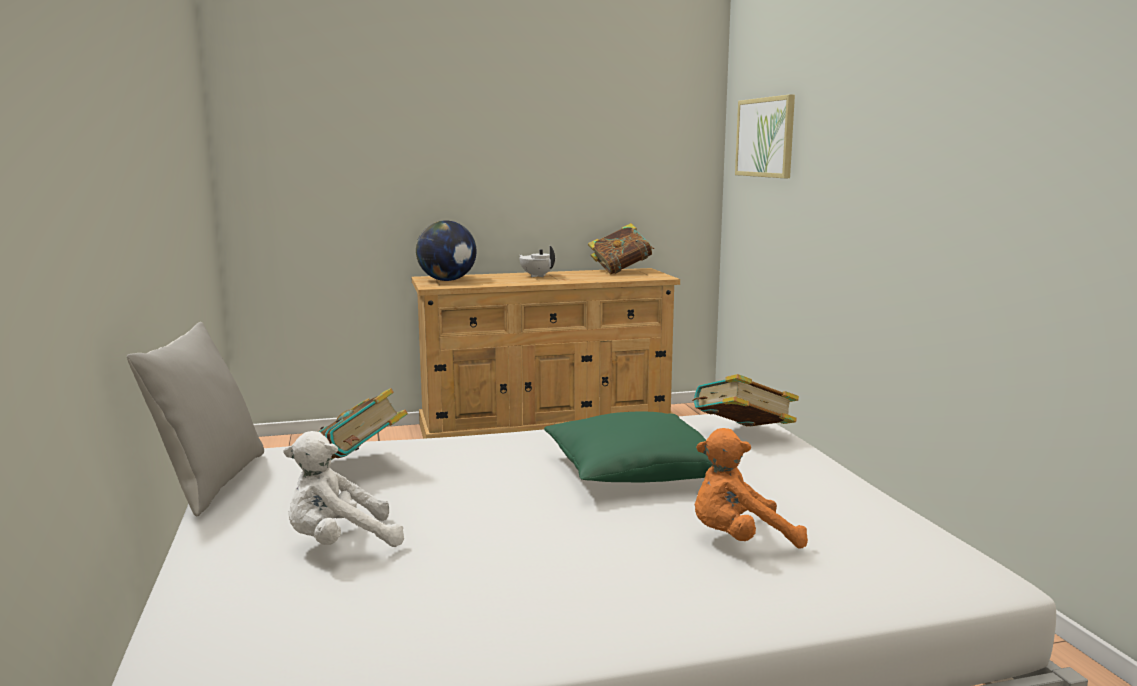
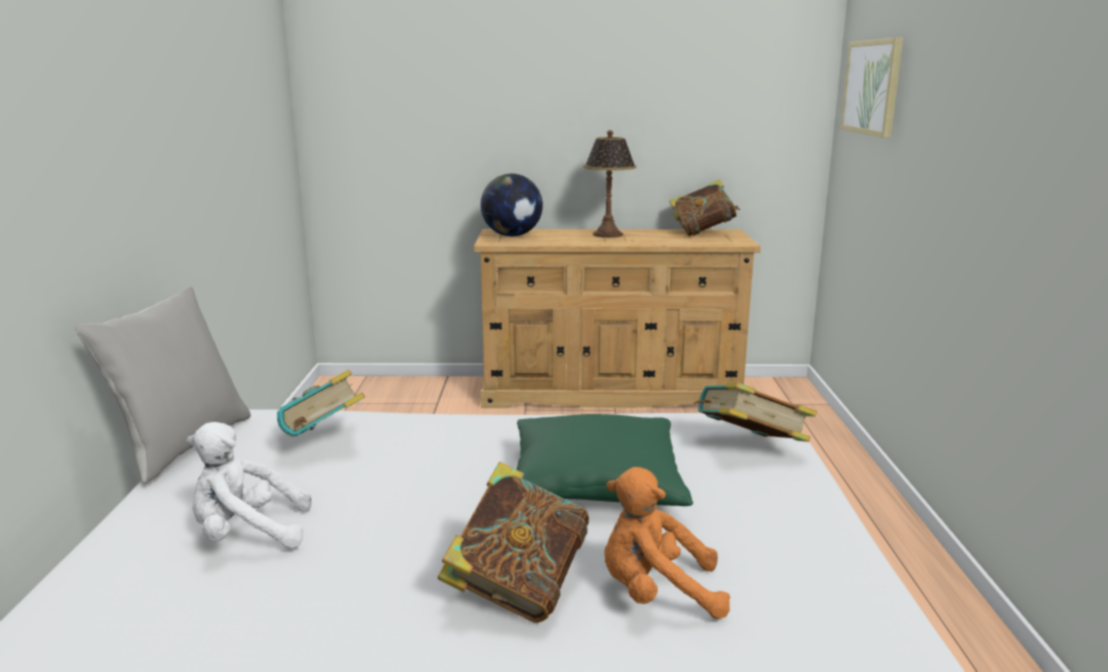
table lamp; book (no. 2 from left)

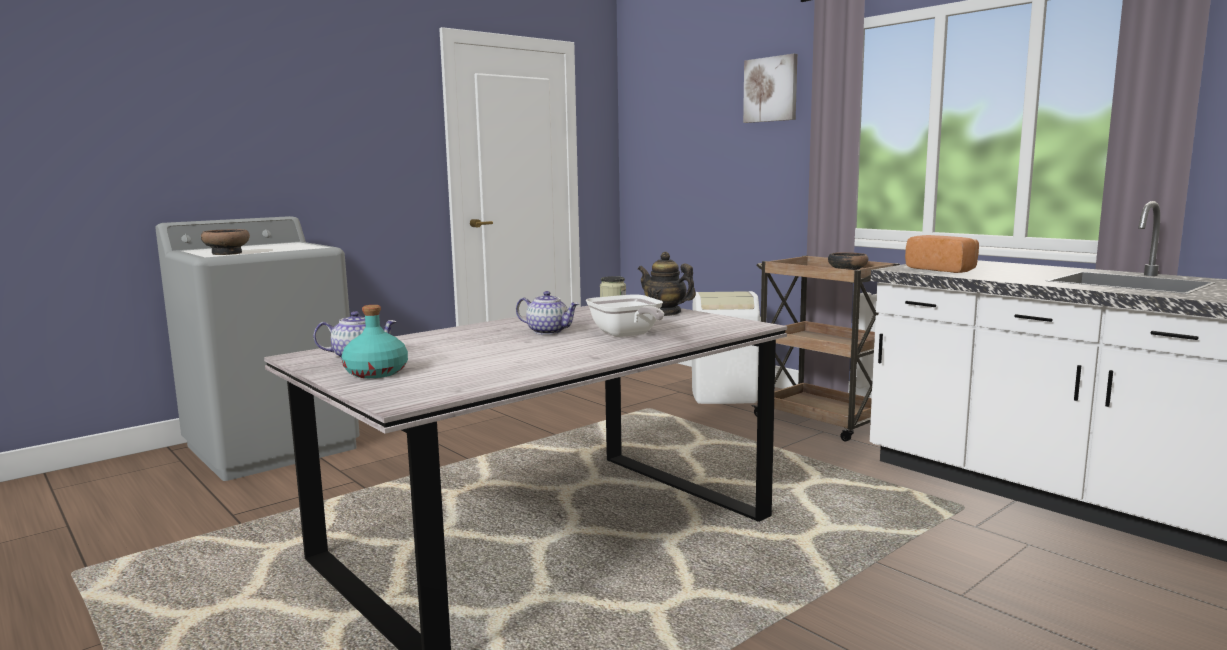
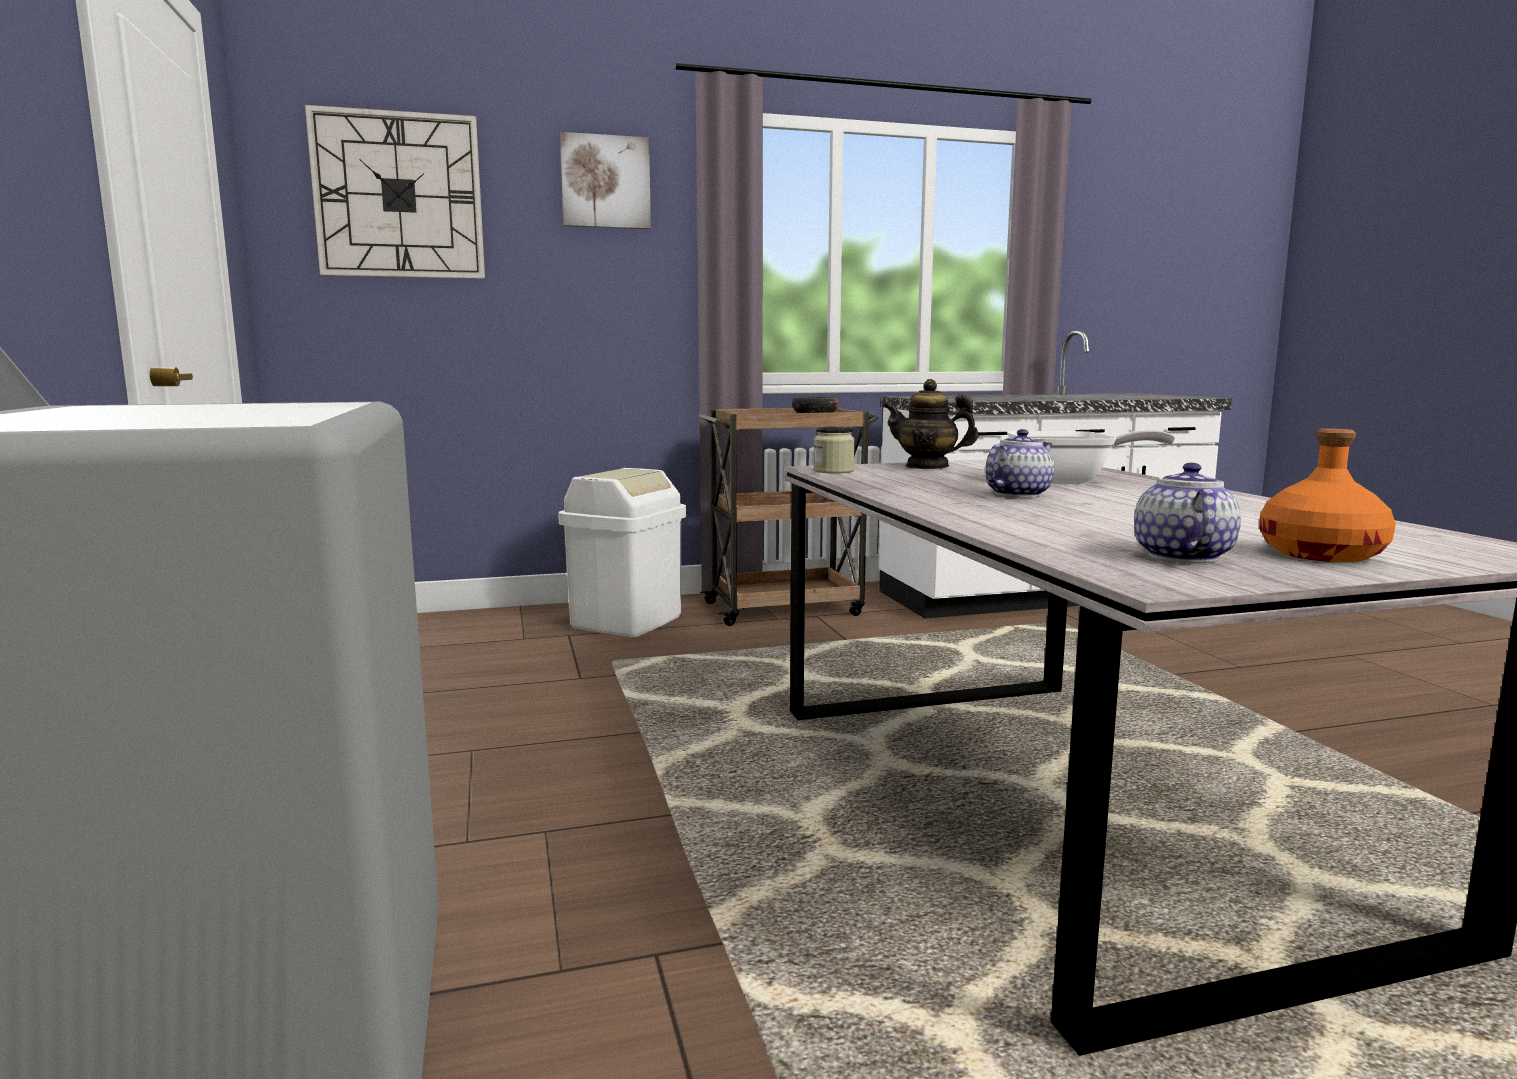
bowl (no. 1 from left in the first image); orange bottle; teapot (no. 1 from left); bread; wall clock

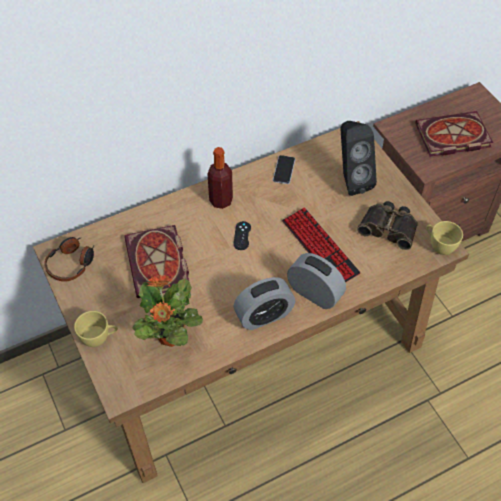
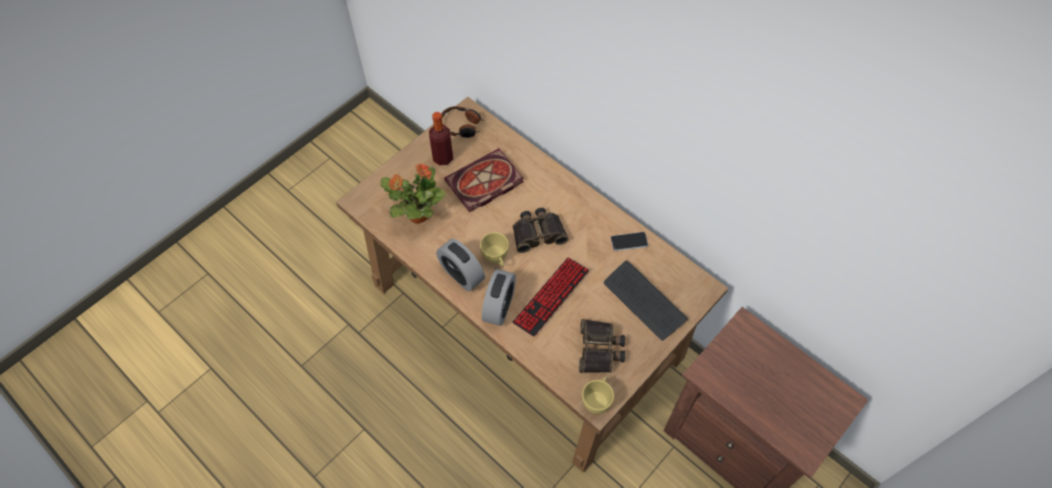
yellow cup (no. 1 from left); bottle; binoculars (no. 1 from left); keyboard (no. 2 from left); book (no. 2 from left in the first image)

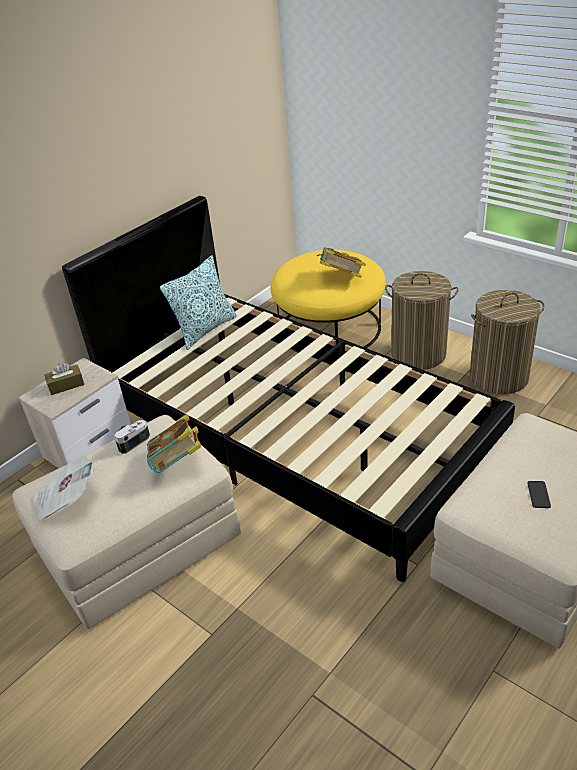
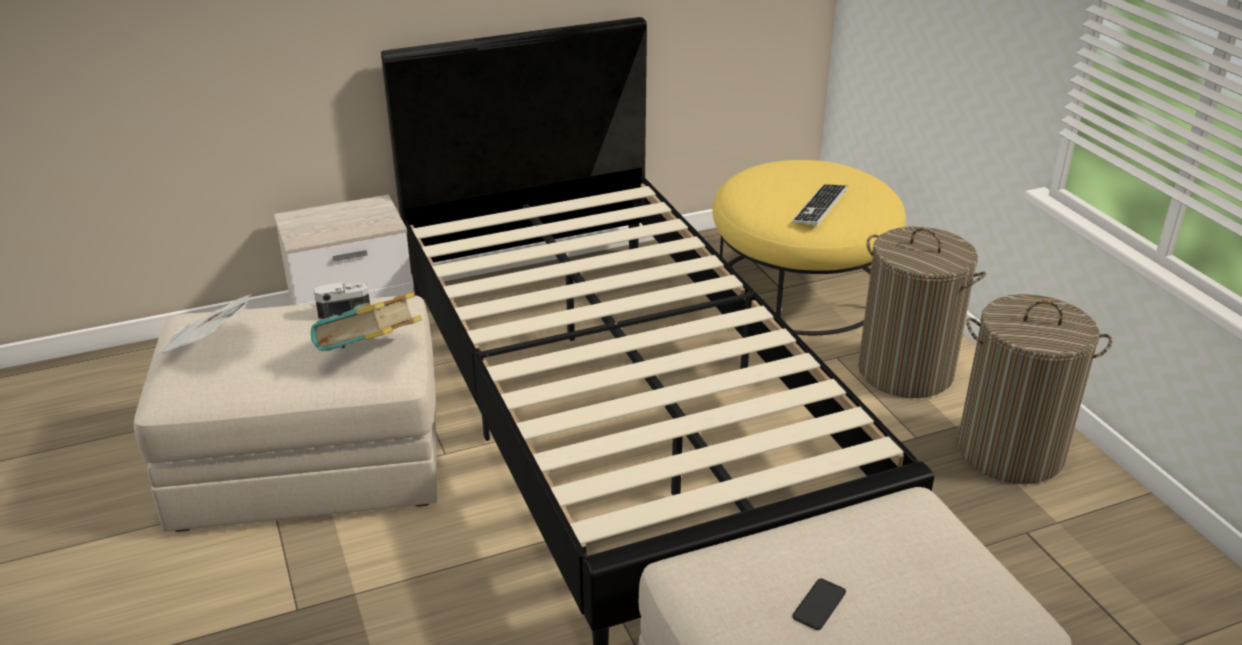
brown tissue box; pillow; keyboard

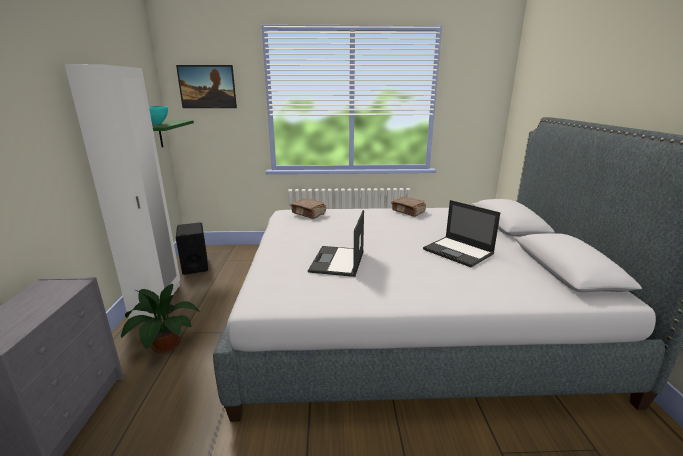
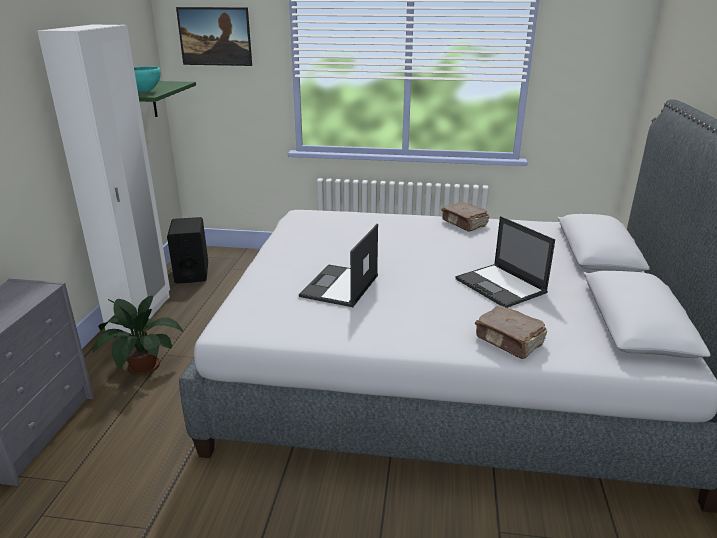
brown book (no. 2 from left)

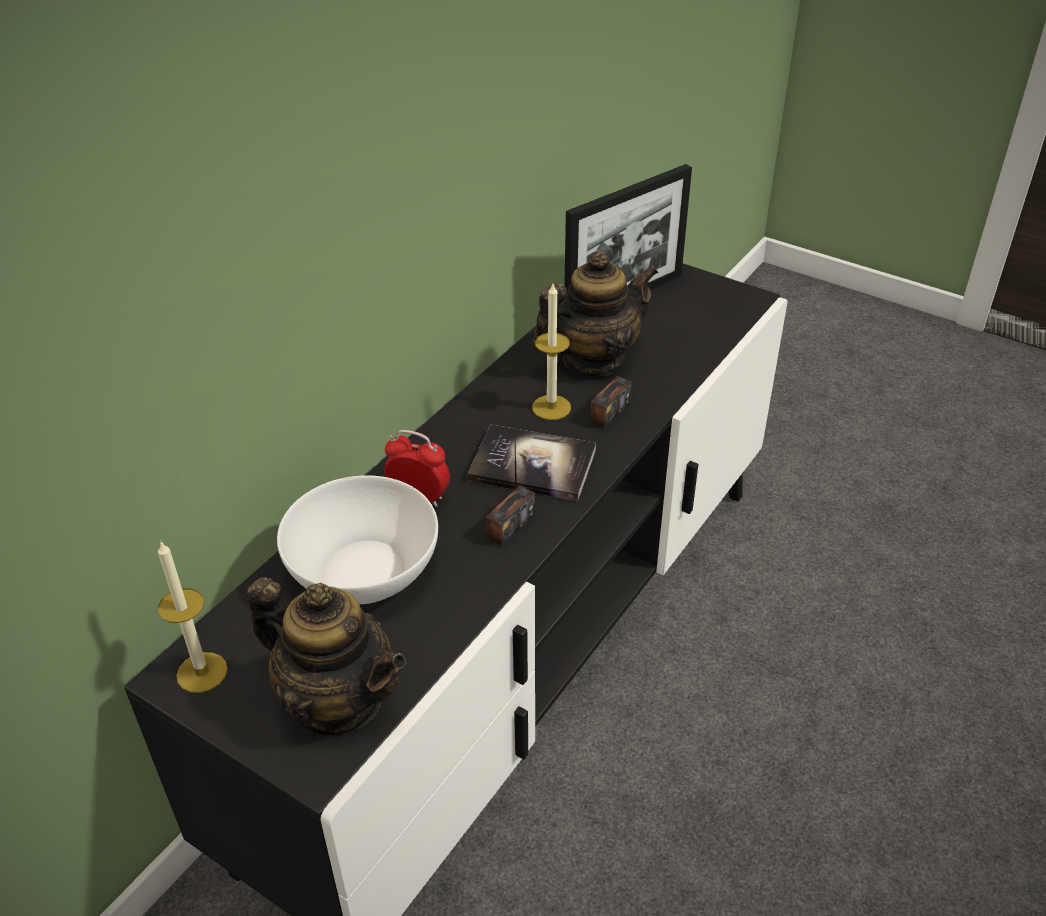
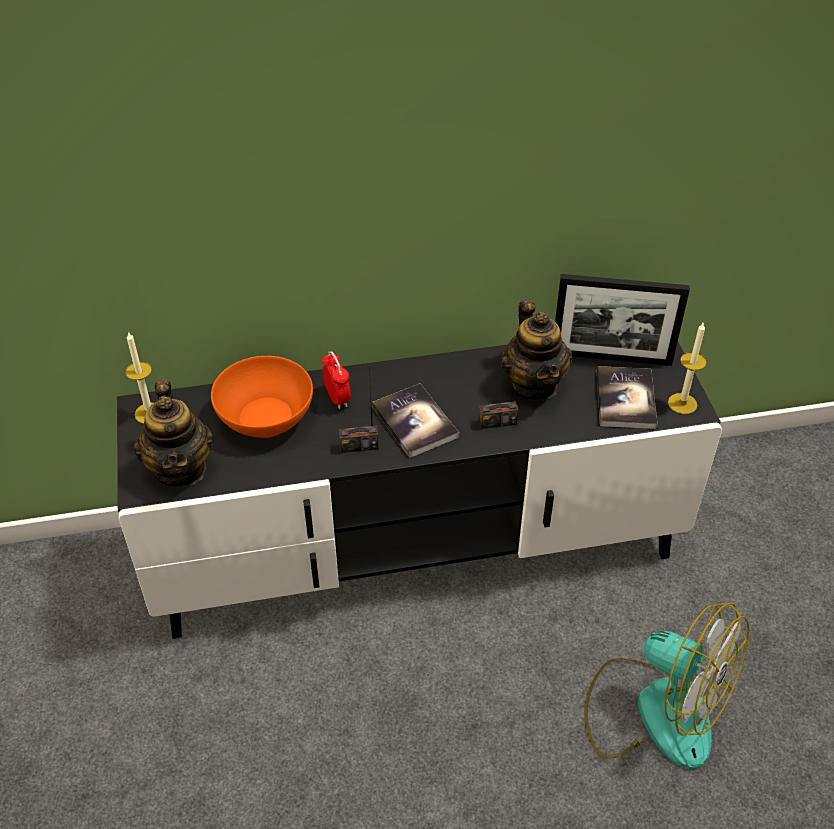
orange bowl; candle (no. 2 from left); teapot (no. 2 from left); fan; book (no. 2 from left)

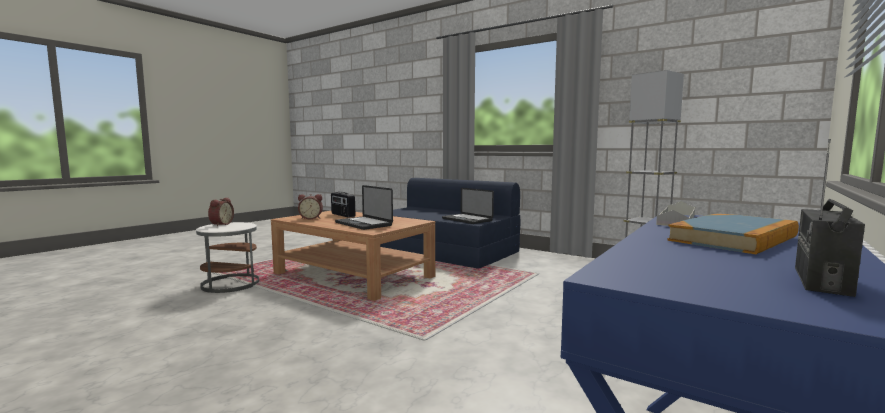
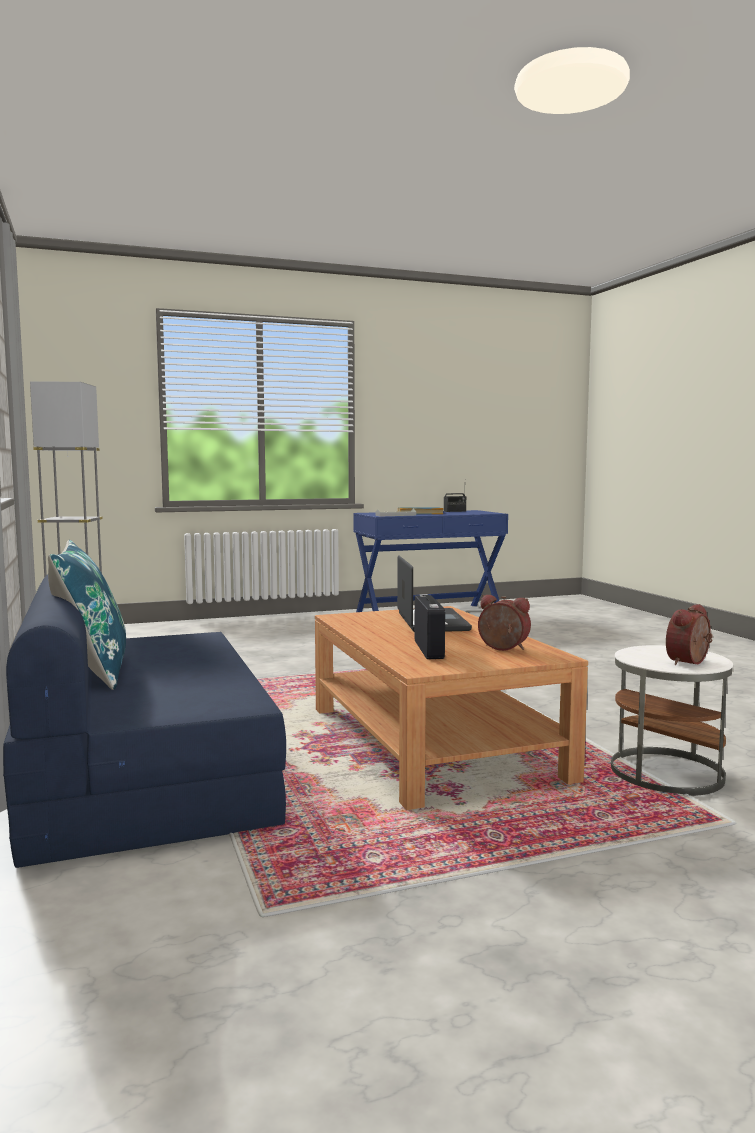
laptop (no. 2 from left in the first image); blue pillow

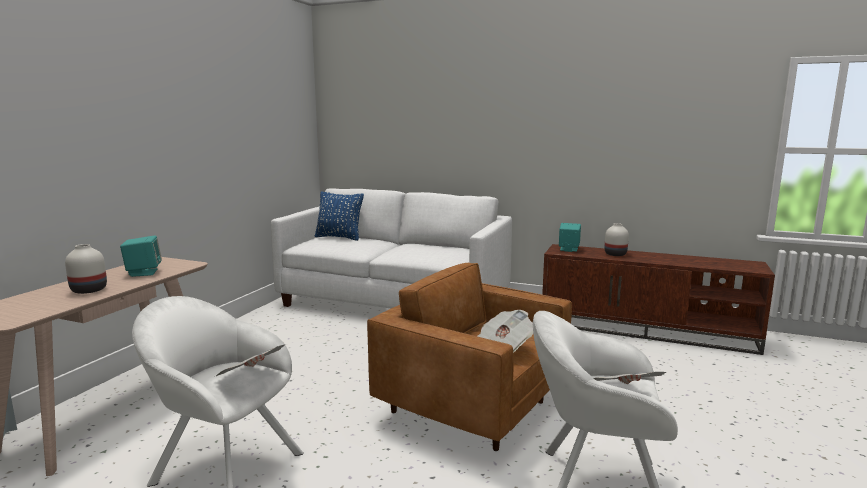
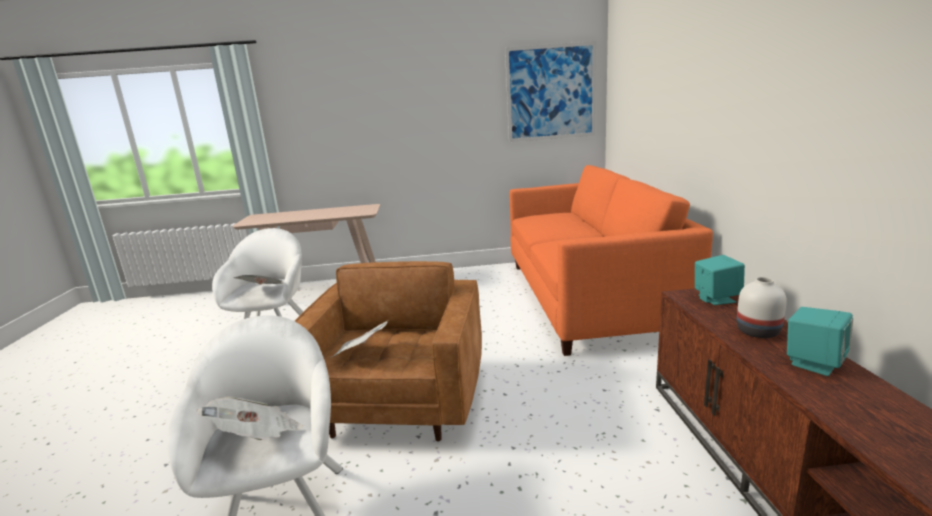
white vase (no. 1 from left in the first image); turquoise speaker (no. 2 from left); orange sofa; blue pillow; picture

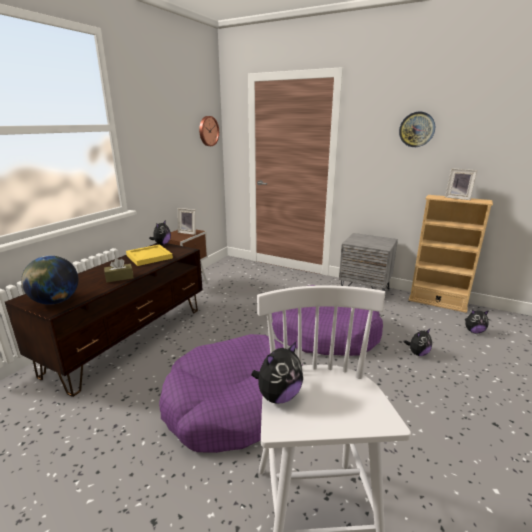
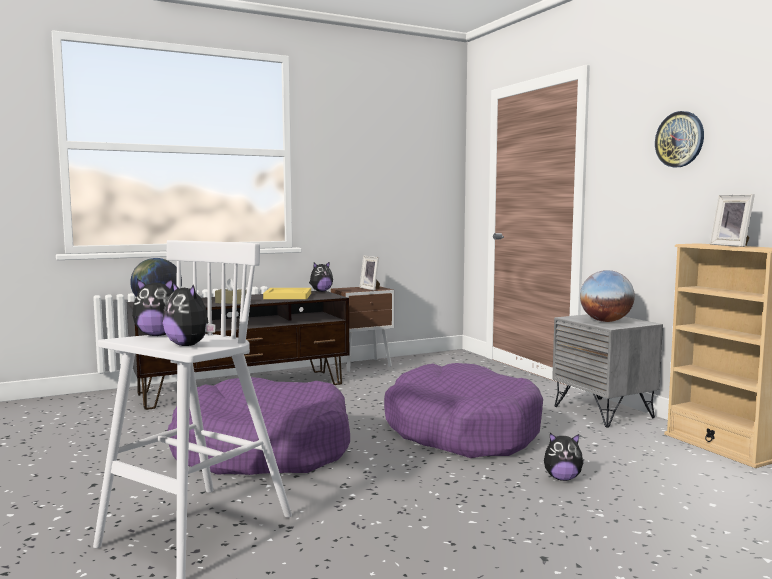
wall clock (no. 1 from left in the first image); plush toy (no. 2 from left); globe (no. 2 from left)

